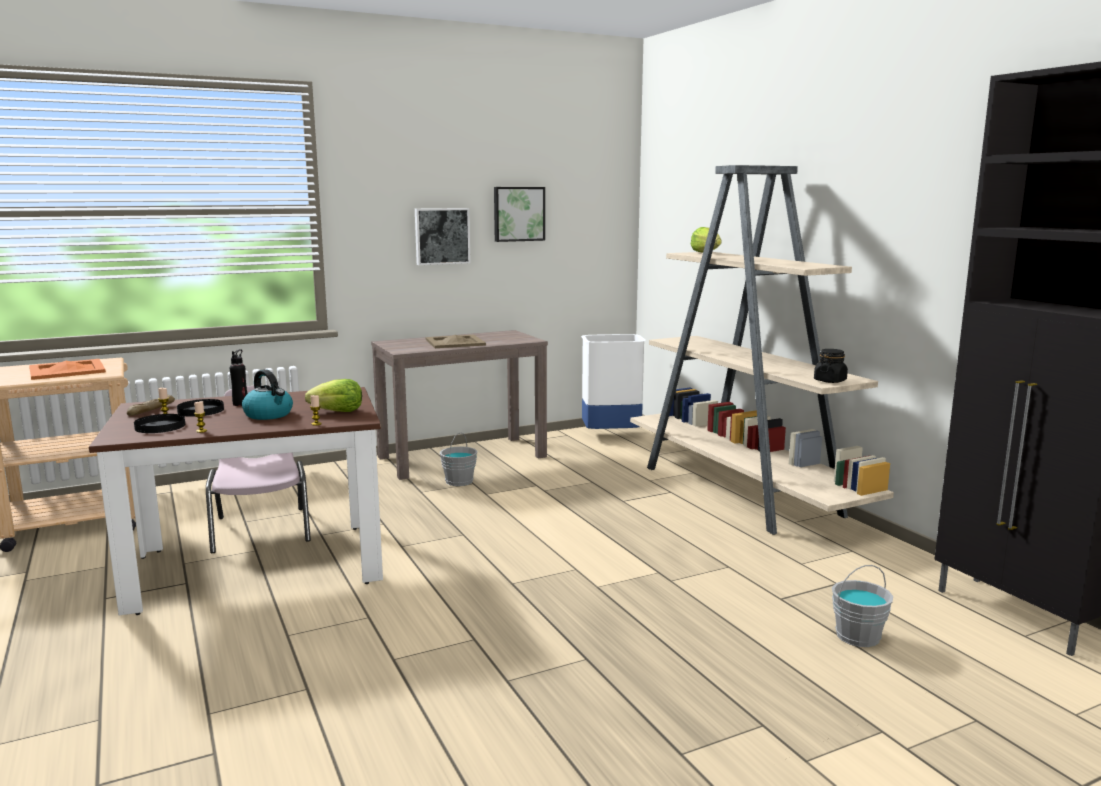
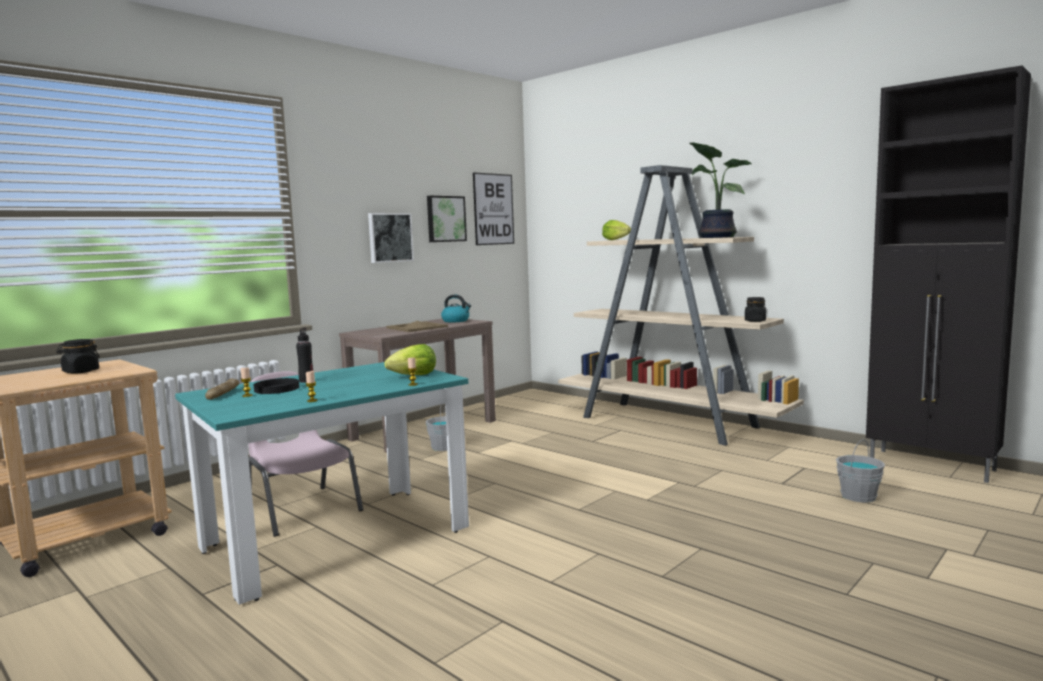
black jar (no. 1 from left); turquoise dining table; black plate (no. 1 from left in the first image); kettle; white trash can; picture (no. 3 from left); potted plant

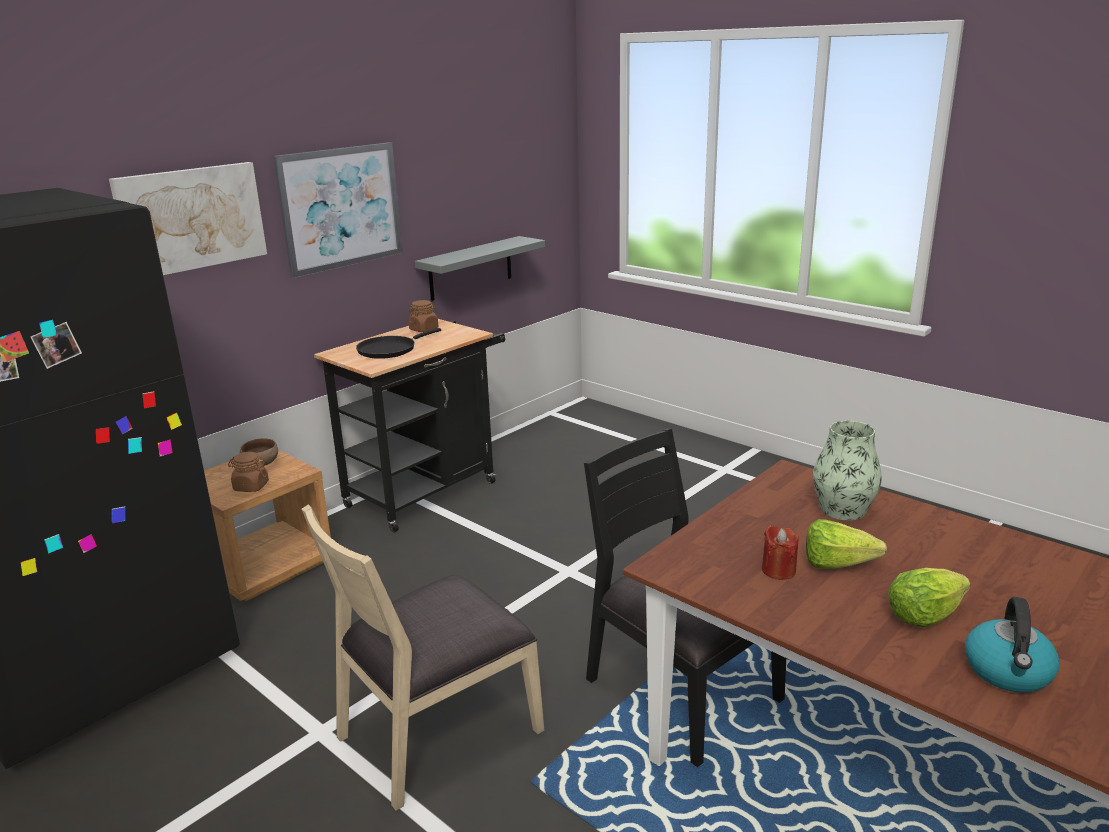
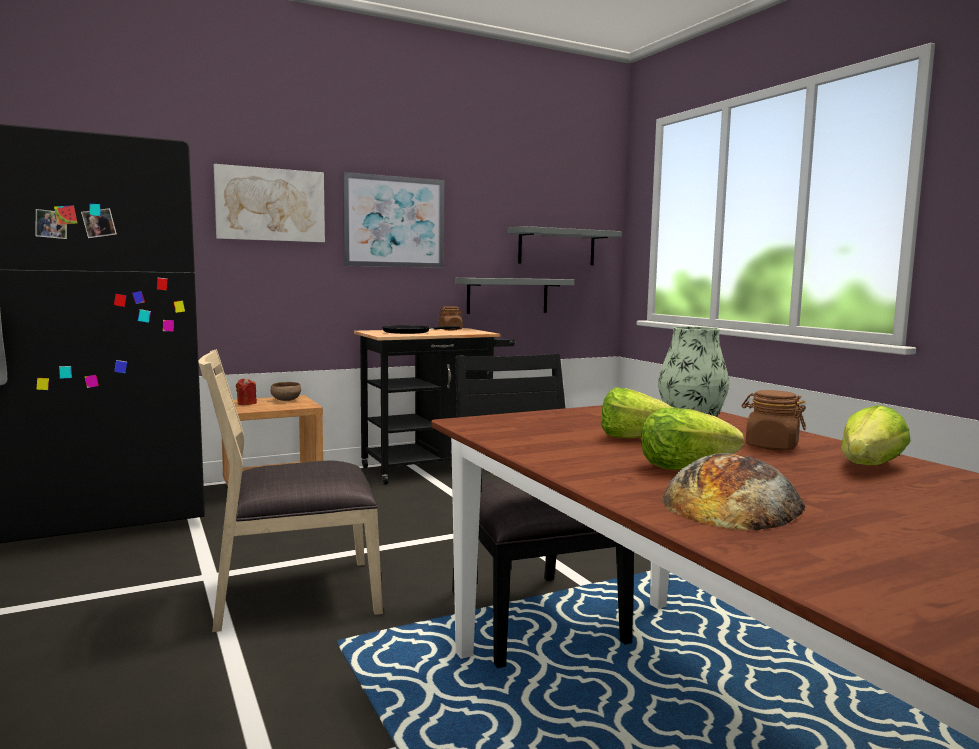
brown jar (no. 2 from left); red candle; bread; grey shelf (no. 2 from left); lettuce (no. 3 from left)

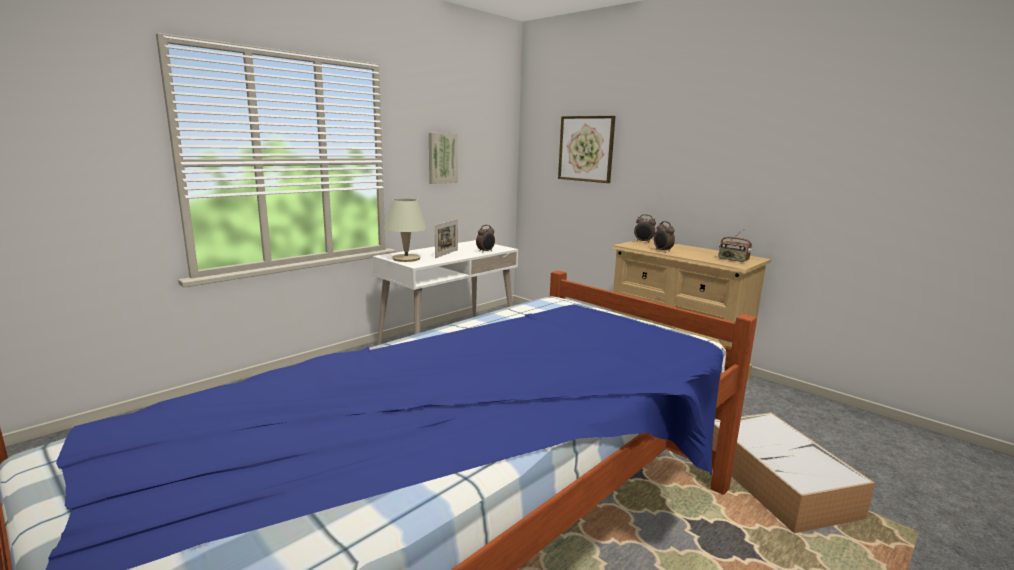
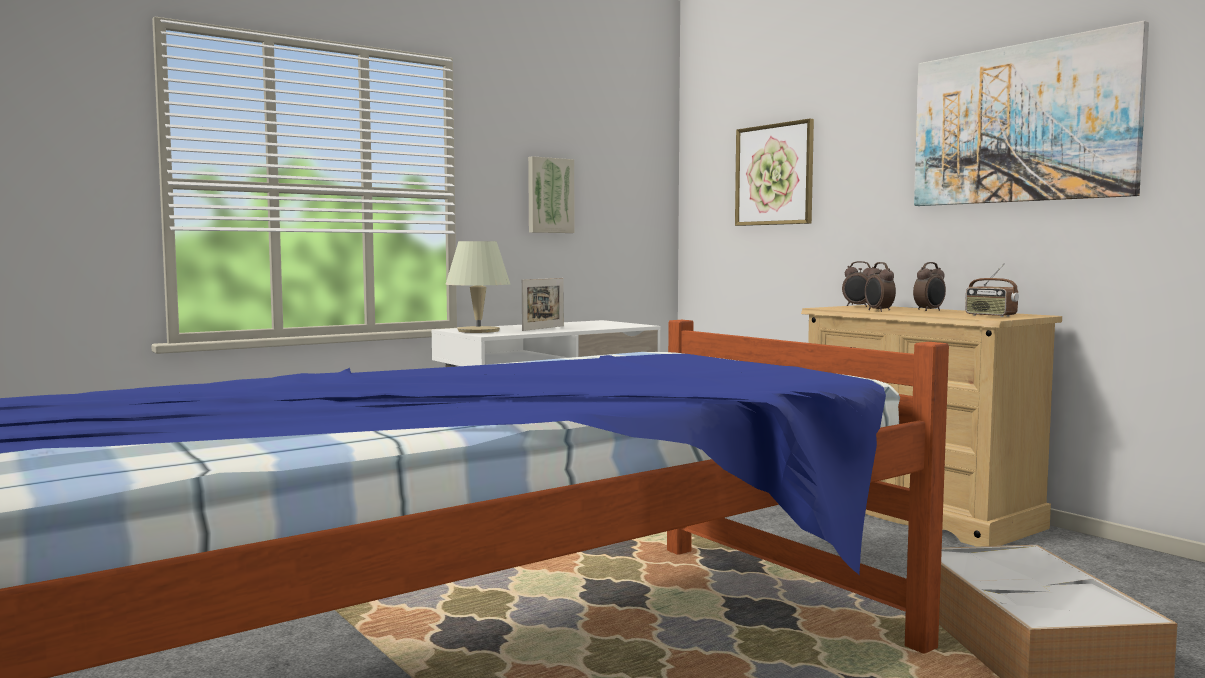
alarm clock (no. 3 from left); picture (no. 3 from left)

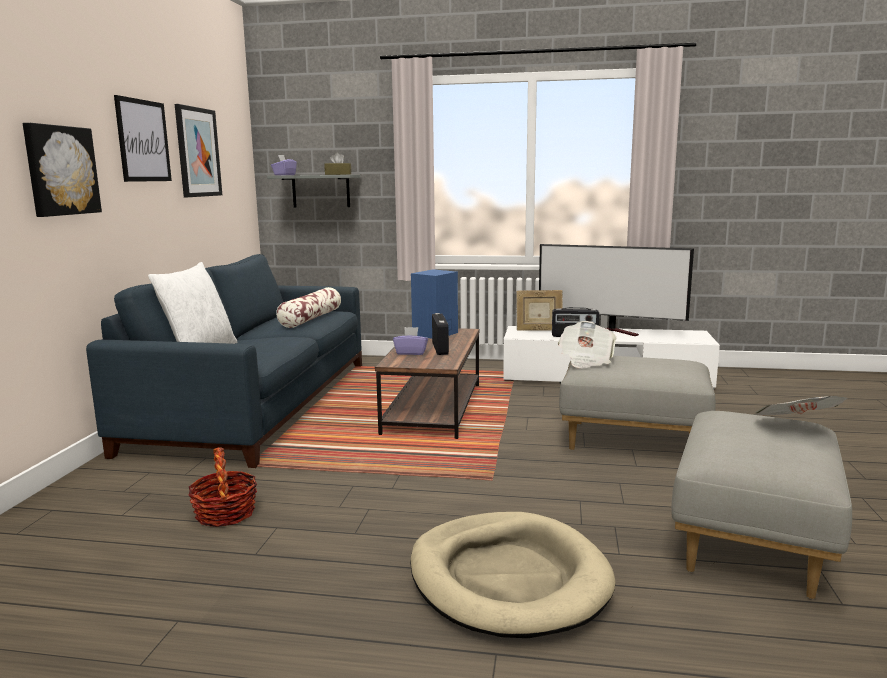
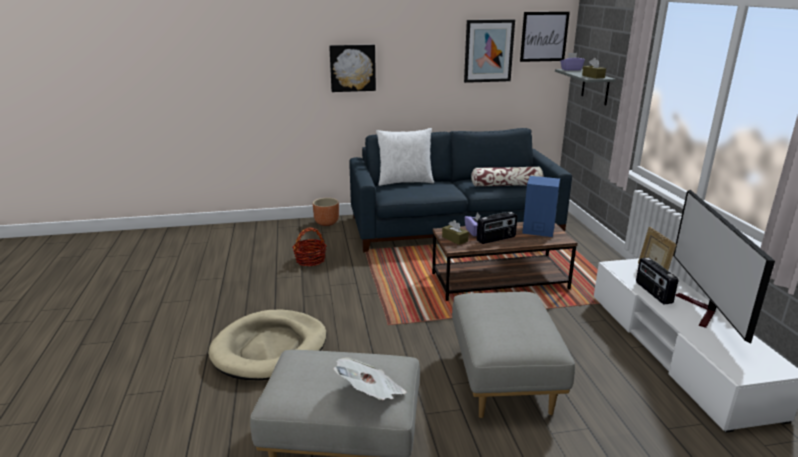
picture (no. 3 from left); newspaper (no. 1 from left in the first image); brown planter; brown tissue box (no. 1 from left)

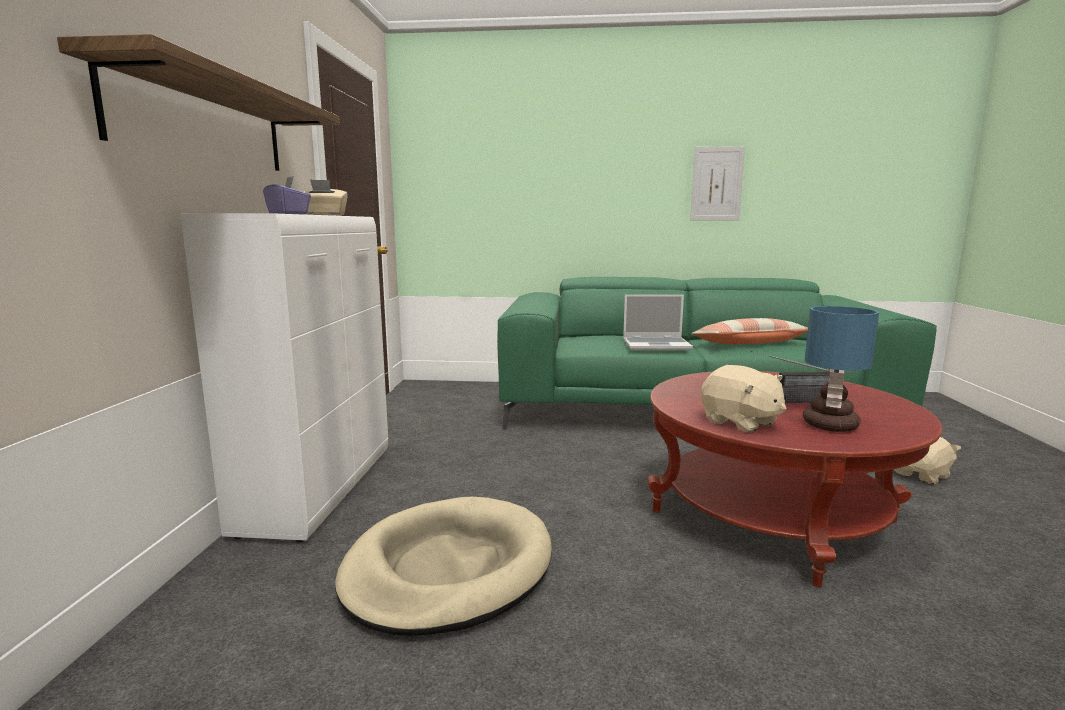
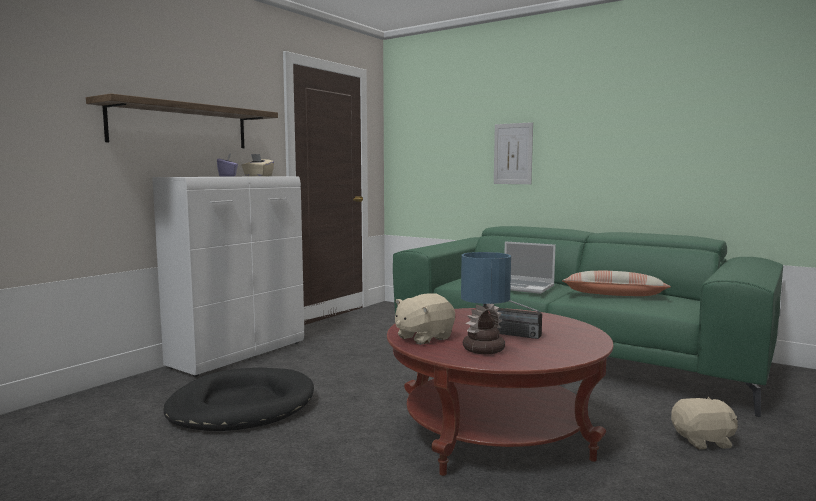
black dog bed; picture; beige plush toy (no. 1 from left)

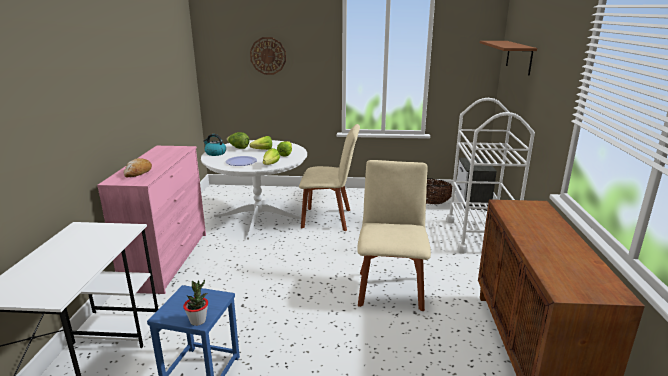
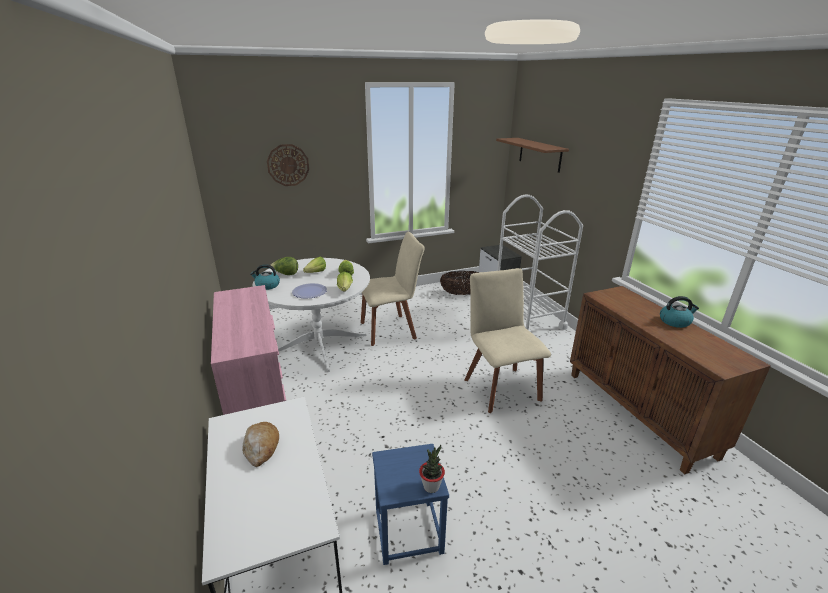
bread; kettle (no. 2 from left)

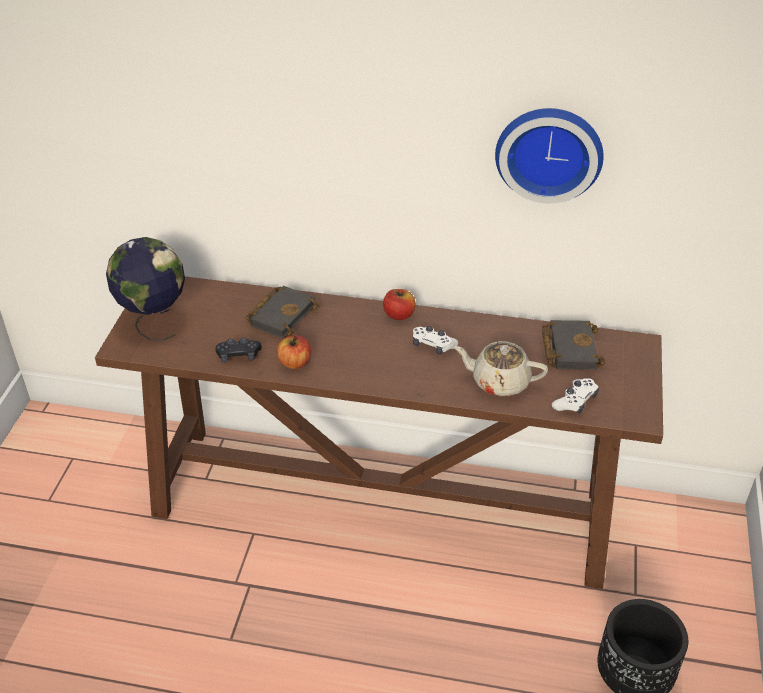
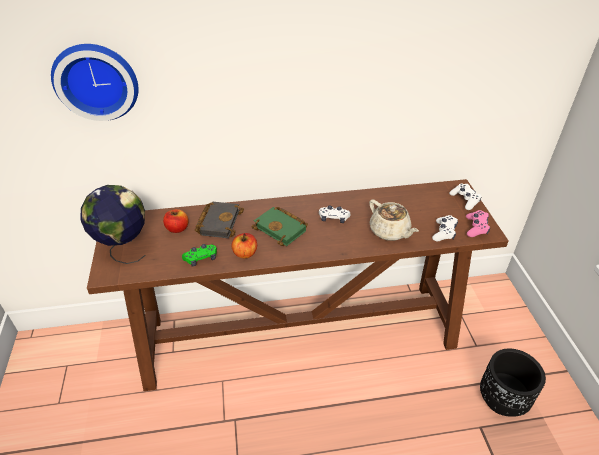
green game controller; apple (no. 1 from left); beige teapot; wall clock; black book (no. 2 from left in the first image); green book; white game controller (no. 3 from left); pink game controller

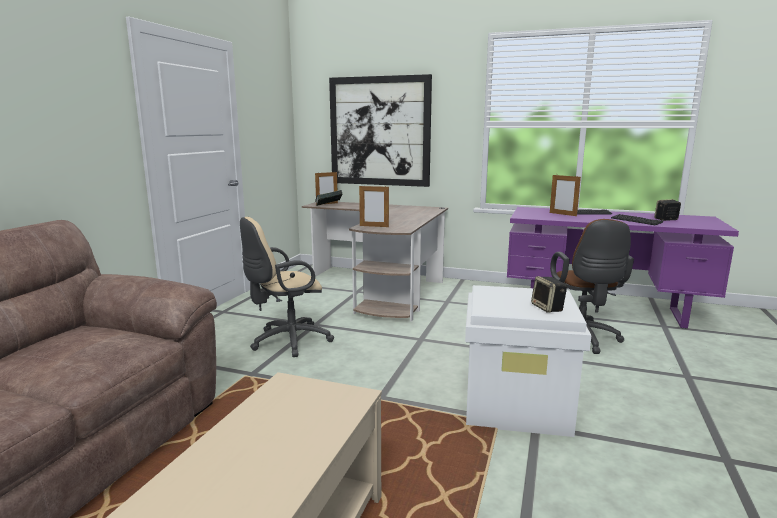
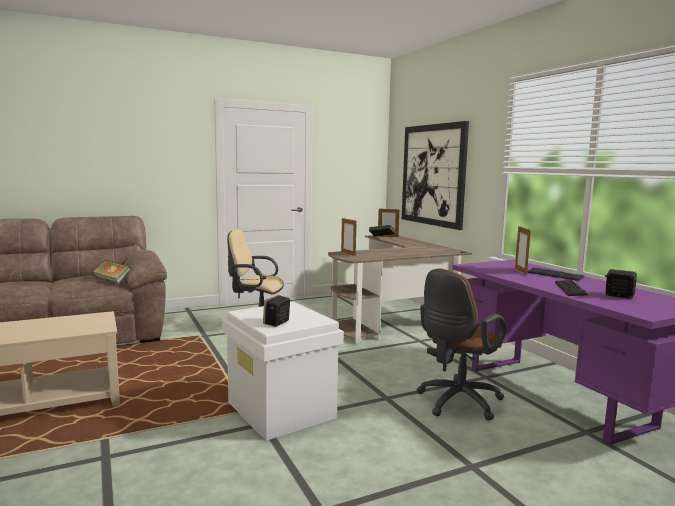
book (no. 1 from left)

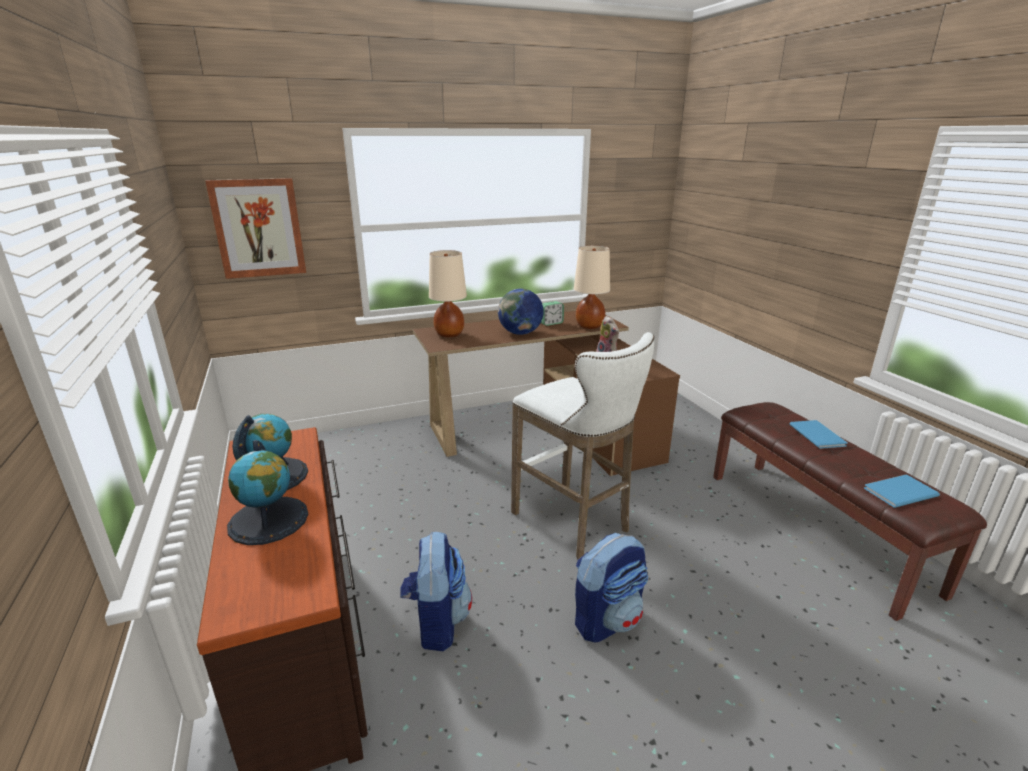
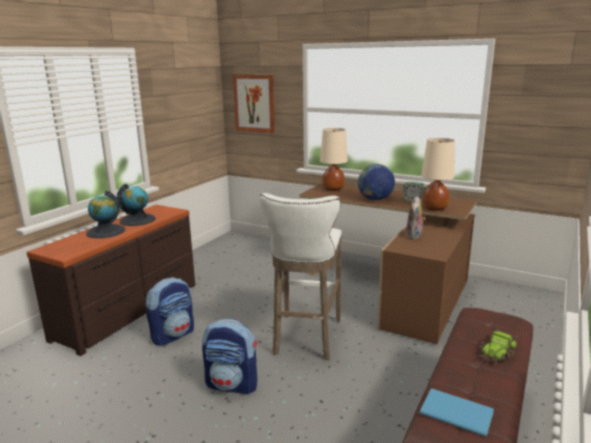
toy car

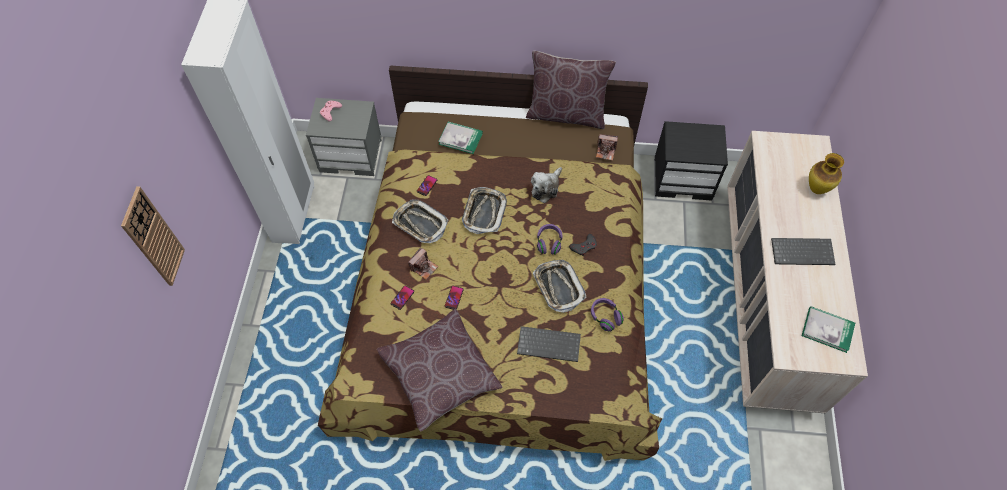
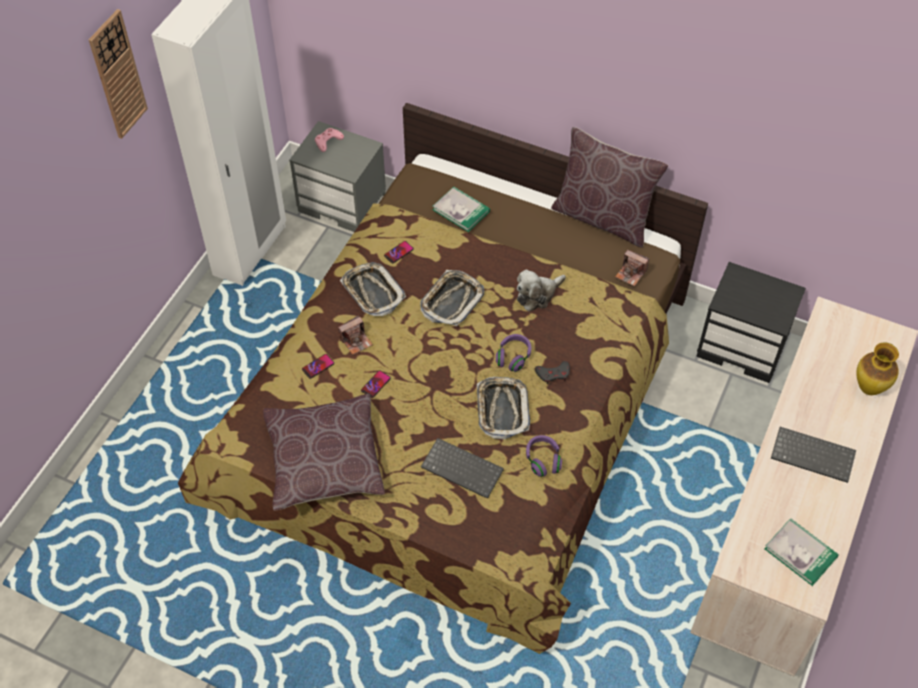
wall clock

